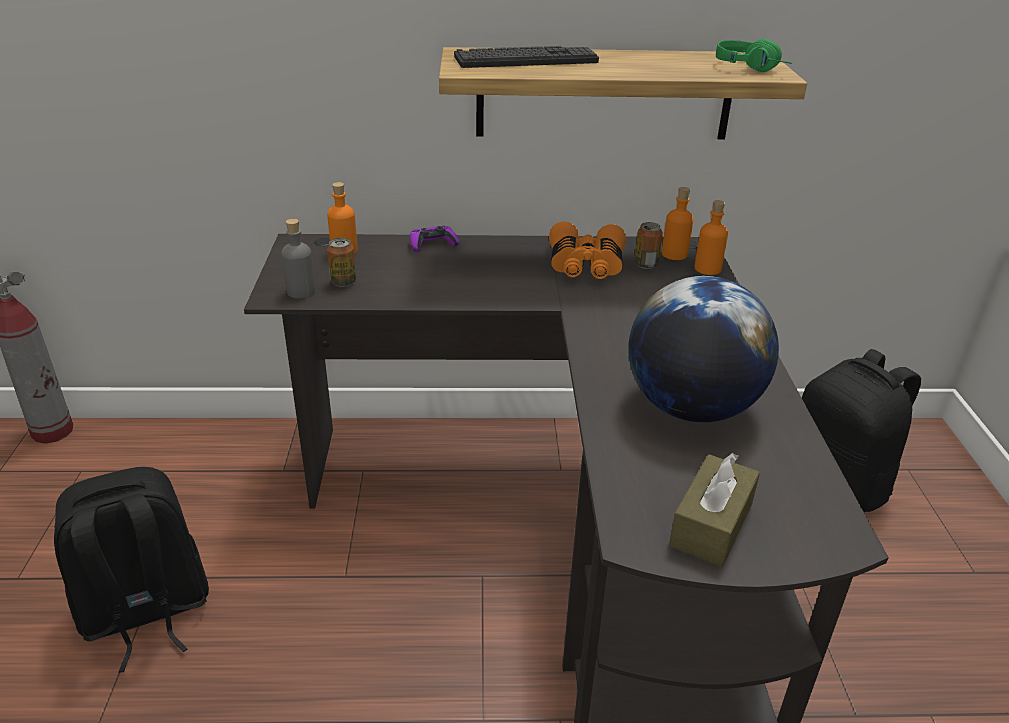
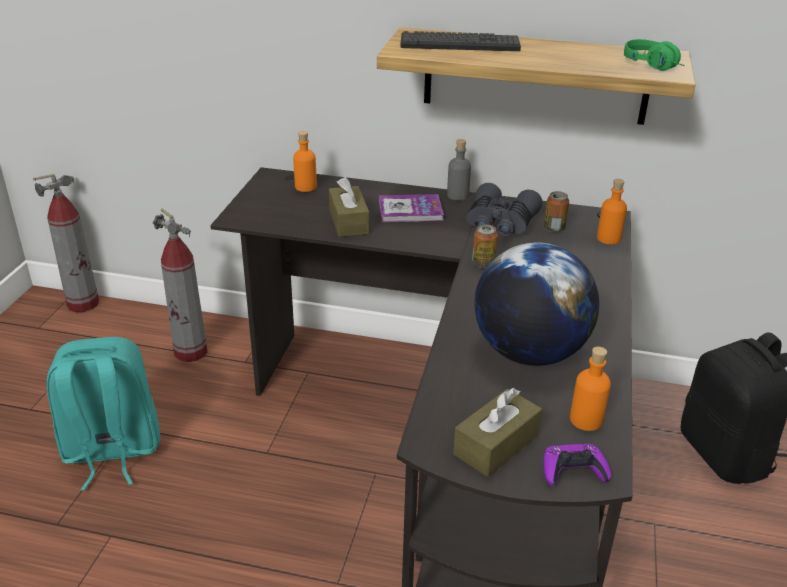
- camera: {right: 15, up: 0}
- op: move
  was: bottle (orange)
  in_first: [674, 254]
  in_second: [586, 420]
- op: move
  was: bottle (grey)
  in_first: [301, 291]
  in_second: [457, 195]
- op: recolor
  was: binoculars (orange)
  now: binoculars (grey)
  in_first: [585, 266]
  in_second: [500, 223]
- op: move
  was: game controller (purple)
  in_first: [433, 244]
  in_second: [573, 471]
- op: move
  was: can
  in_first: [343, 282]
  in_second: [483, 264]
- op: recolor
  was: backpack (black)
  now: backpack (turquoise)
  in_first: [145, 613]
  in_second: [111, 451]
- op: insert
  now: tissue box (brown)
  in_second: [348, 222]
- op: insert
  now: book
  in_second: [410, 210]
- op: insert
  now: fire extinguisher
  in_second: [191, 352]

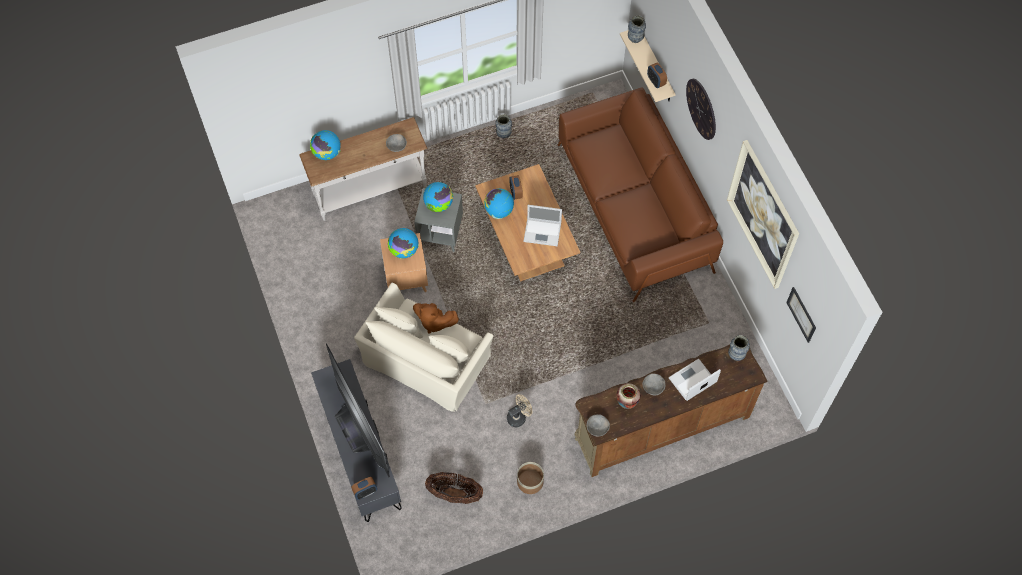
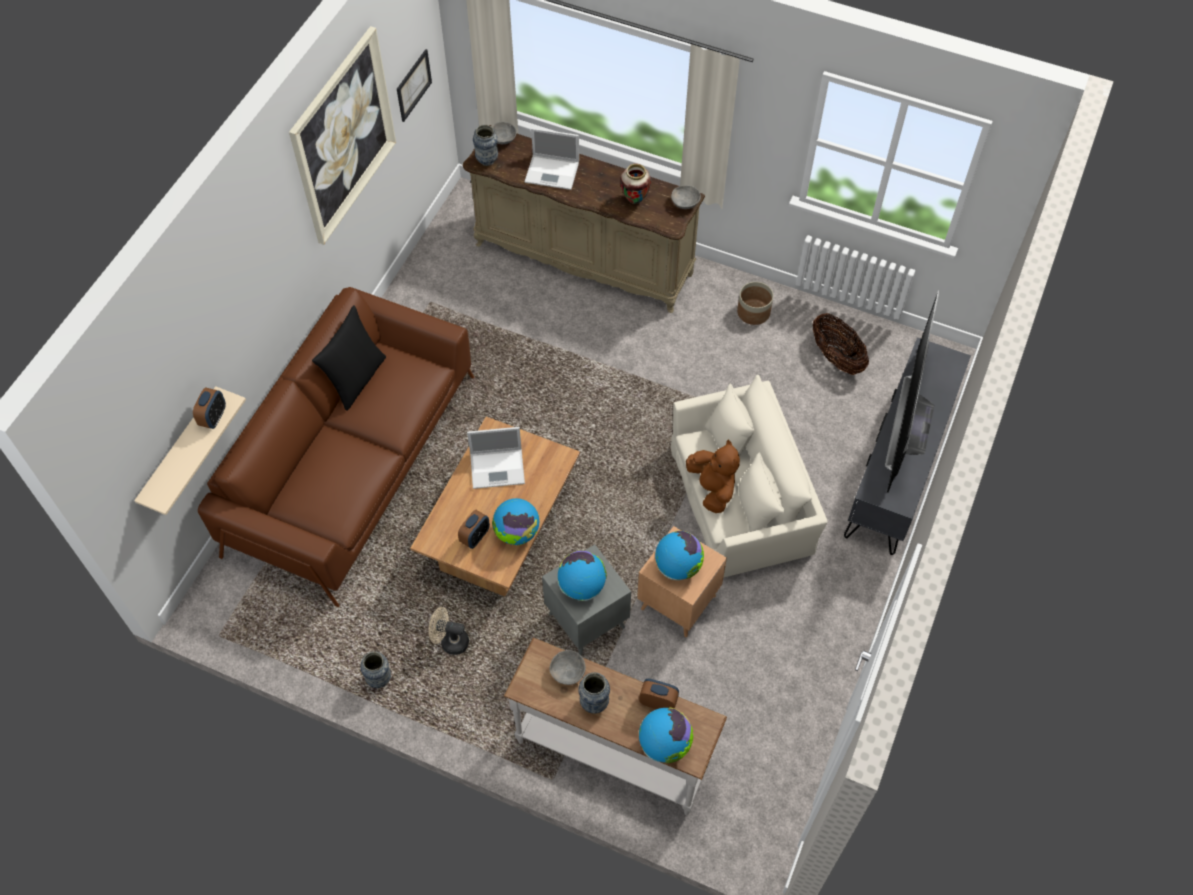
- camera: {right: -135, up: -5}
- op: move
  was: vase
  in_first: [635, 38]
  in_second: [594, 703]
- op: delete
  was: wall clock
  in_first: [701, 109]
- op: rotate
  was: laptop
  in_first: [543, 232]
  in_second: [498, 468]
  clockwise: 120
- op: move
  was: bowl (grey)
  in_first: [653, 387]
  in_second: [502, 139]
- op: move
  was: fan (beige)
  in_first: [519, 416]
  in_second: [450, 641]
- op: move
  was: alarm clock
  in_first: [365, 492]
  in_second: [658, 702]
- op: insert
  now: pillow (black)
  in_second: [357, 379]

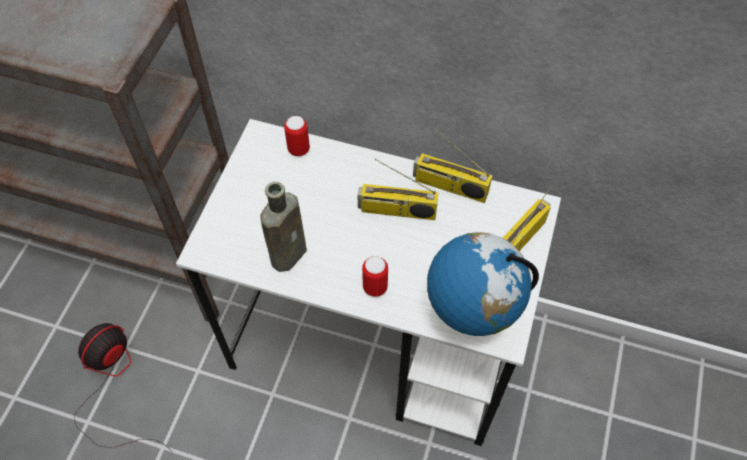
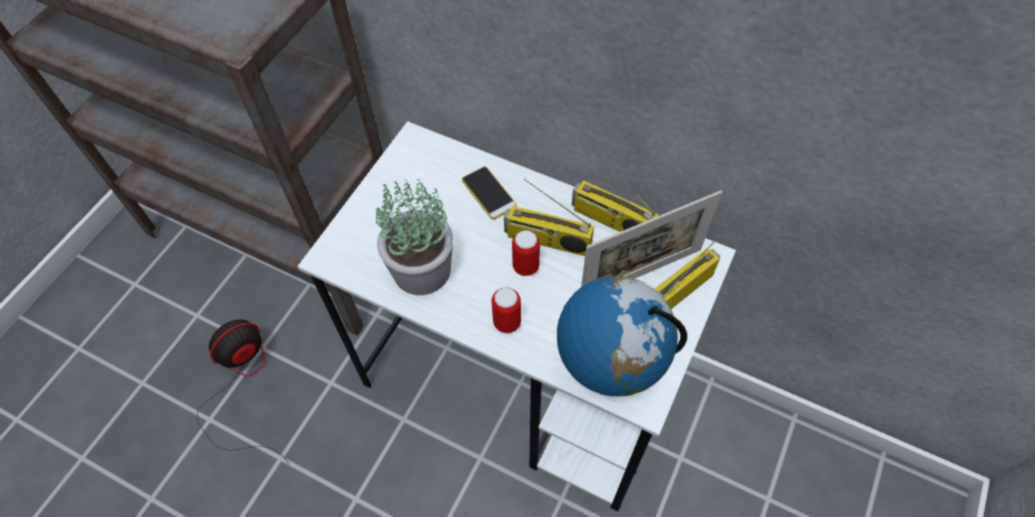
- camera: {right: 10, up: 0}
- op: move
  was: can
  in_first: [298, 149]
  in_second: [525, 266]
- op: replace
  was: bottle (brown)
  now: potted plant
  in_first: [290, 252]
  in_second: [421, 271]
- op: insert
  now: phone
  in_second: [489, 193]
- op: insert
  now: picture frame
  in_second: [641, 274]

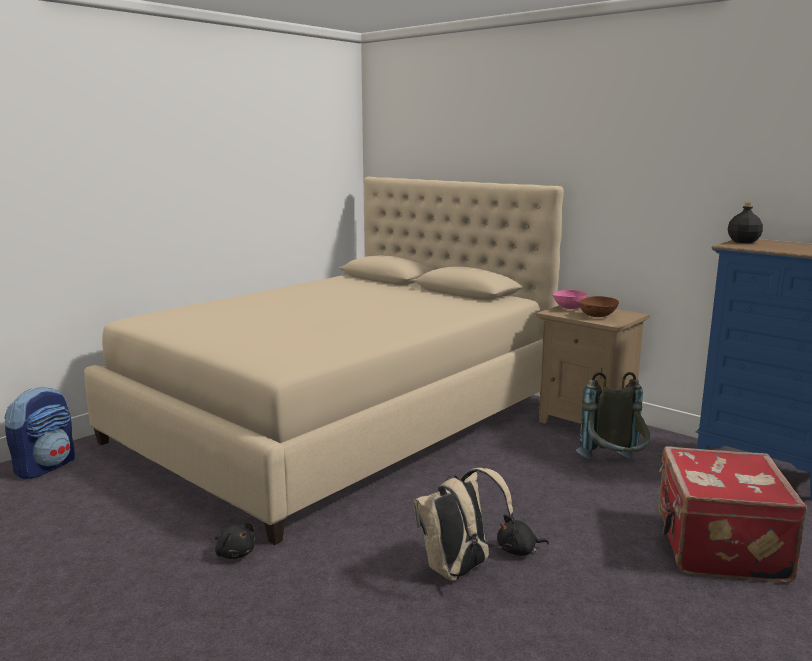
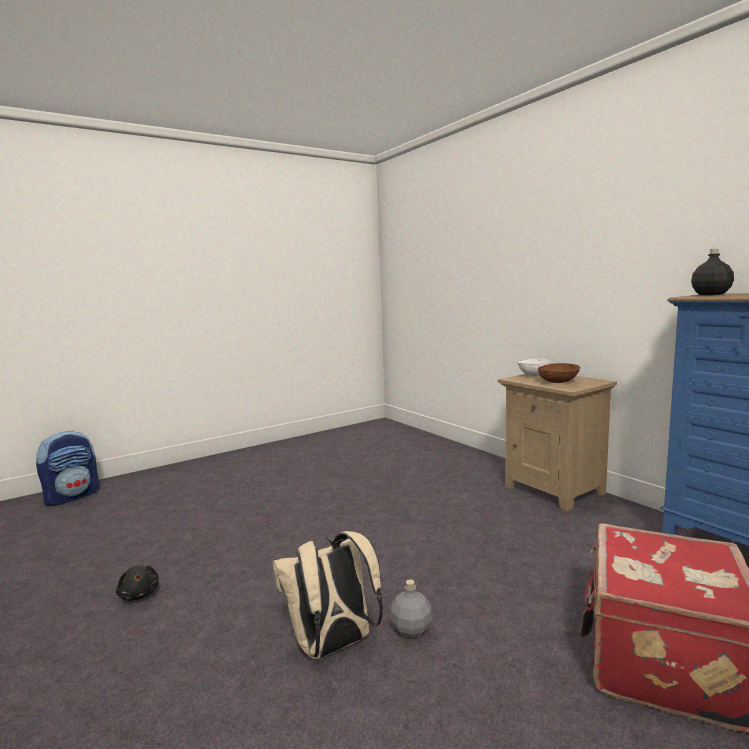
- camera: {right: 15, up: -5}
- op: delete
  was: bed (beige)
  in_first: [341, 420]
- op: recolor
  was: bowl (pink)
  now: bowl (white)
  in_first: [569, 308]
  in_second: [534, 375]
- op: delete
  was: backpack (grey)
  in_first: [614, 466]
- op: replace
  was: plush toy (black)
  now: bottle (grey)
  in_first: [518, 551]
  in_second: [411, 629]

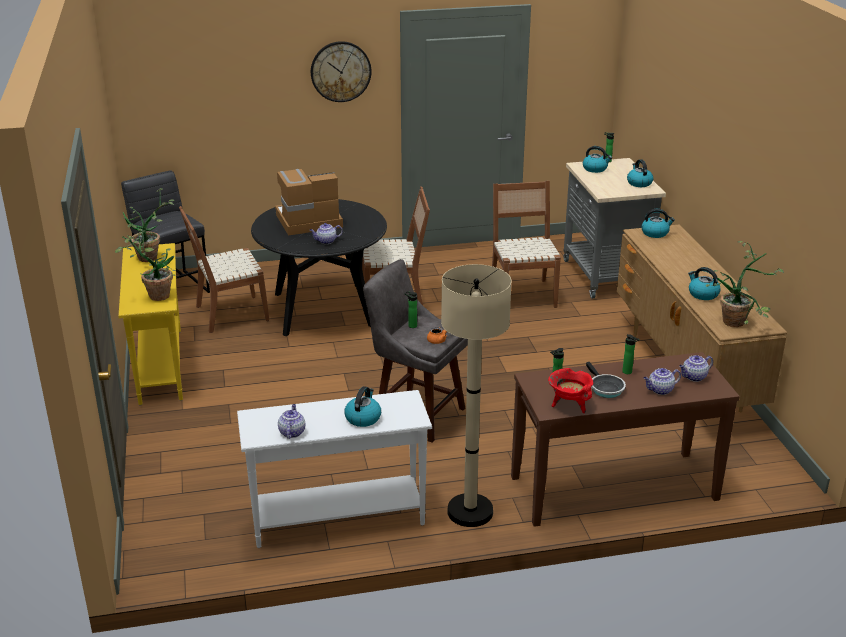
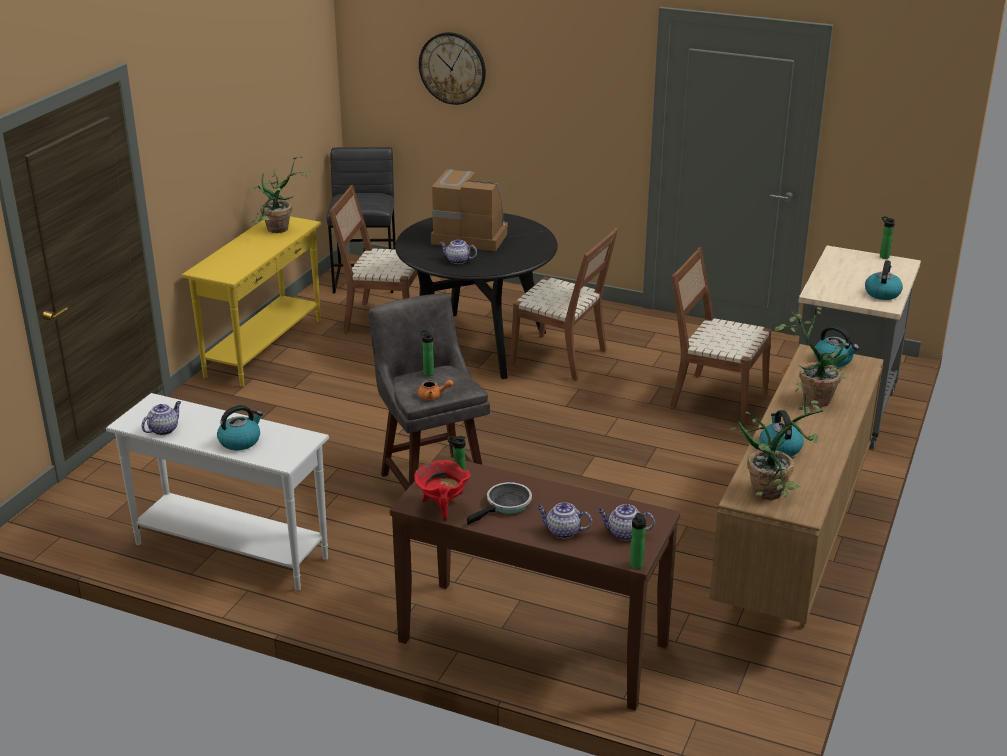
- camera: {right: 35, up: 0}
- op: move
  was: wall clock
  in_first: [340, 71]
  in_second: [452, 68]
- op: delete
  was: kettle
  in_first: [595, 169]
- op: rotate
  was: chair
  in_first: [523, 294]
  in_second: [714, 399]
  clockwise: -90
- op: move
  was: potted plant
  in_first: [155, 294]
  in_second: [812, 396]
- op: delete
  was: floor lamp (beige)
  in_first: [470, 512]
- op: move
  was: bottle
  in_first: [628, 372]
  in_second: [637, 566]
- op: rotate
  was: frying pan
  in_first: [605, 388]
  in_second: [506, 505]
  clockwise: -150

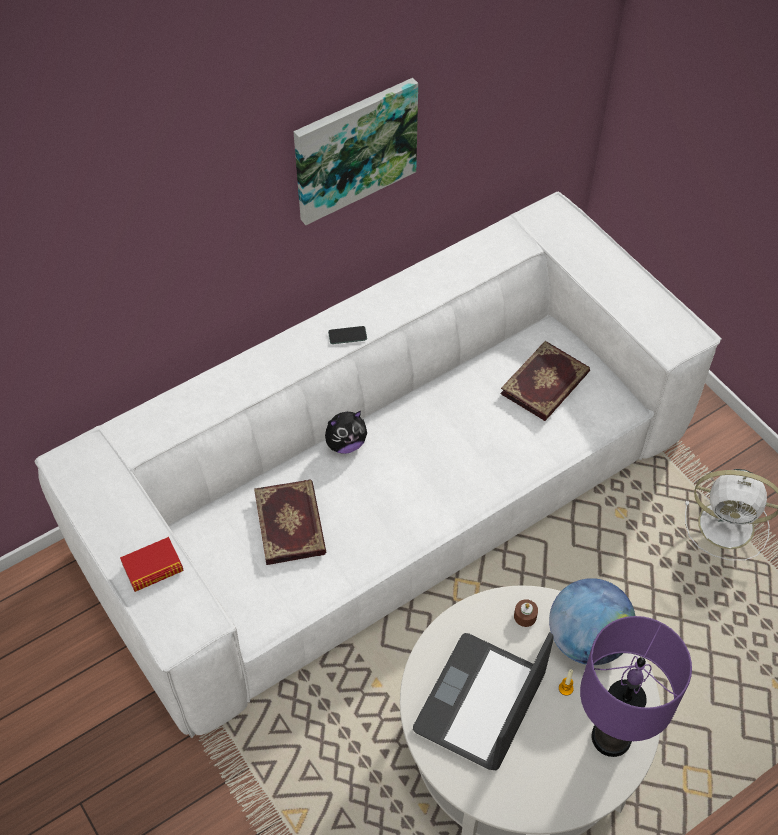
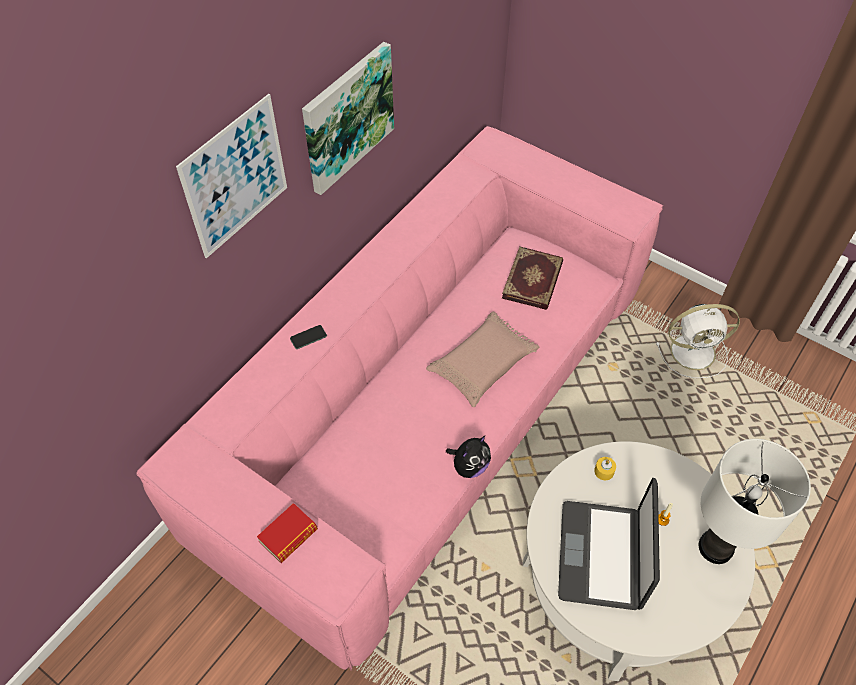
- camera: {right: -20, up: 0}
- op: recolor
  was: sofa (white)
  now: sofa (pink)
  in_first: [389, 492]
  in_second: [428, 406]
- op: move
  was: phone
  in_first: [347, 335]
  in_second: [308, 337]
- op: move
  was: plush toy
  in_first: [345, 444]
  in_second: [469, 466]
- op: delete
  was: book
  in_first: [291, 523]
- op: delete
  was: globe
  in_first: [586, 640]
- op: recolor
  was: candle (brown)
  now: candle (yellow)
  in_first: [525, 616]
  in_second: [604, 471]
- op: recolor
  was: table lamp (purple)
  now: table lamp (white)
  in_first: [610, 737]
  in_second: [715, 547]
- op: insert
  now: picture
  in_second: [236, 177]
- op: insert
  now: pillow (beige)
  in_second: [483, 362]

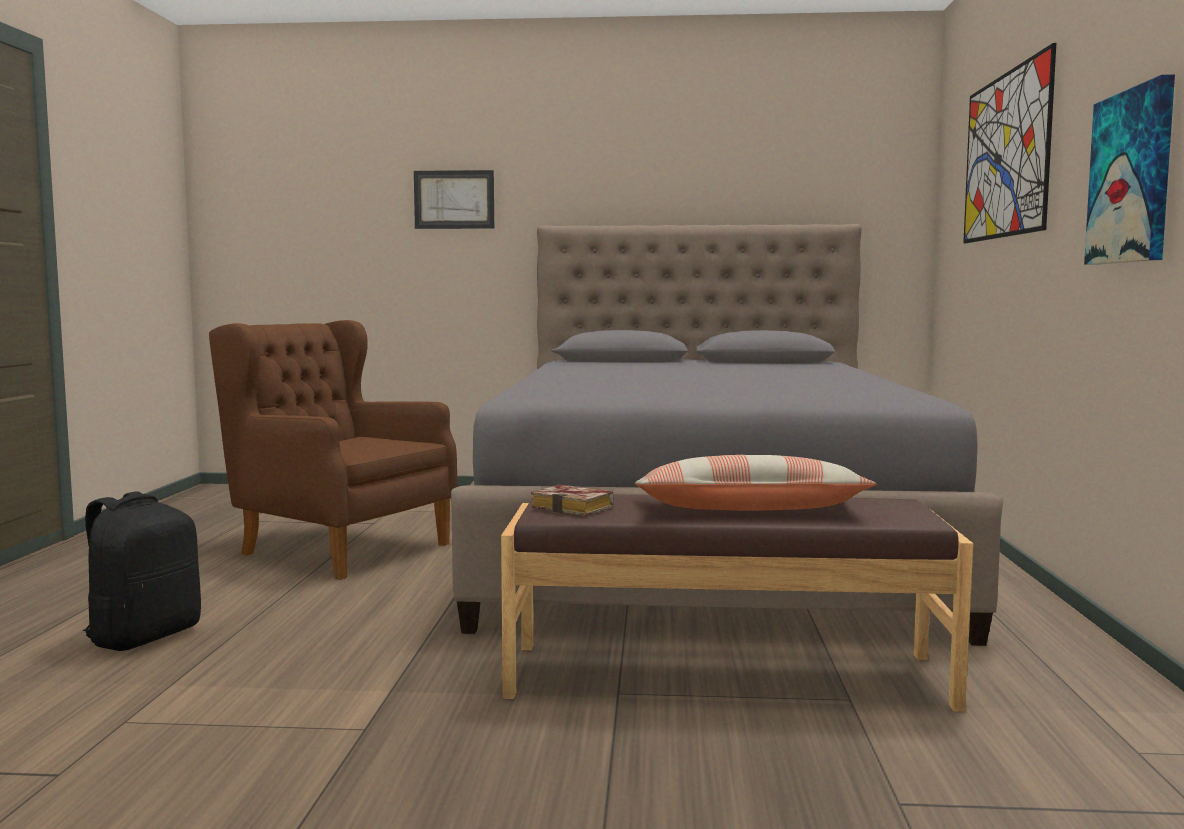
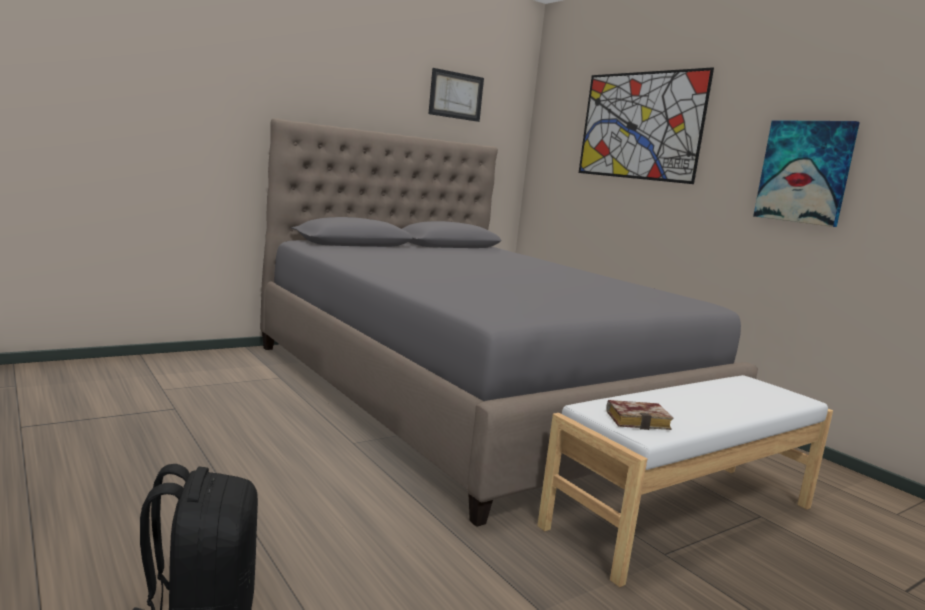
- camera: {right: -40, up: 5}
- op: move
  was: picture
  in_first: [454, 199]
  in_second: [456, 95]
- op: delete
  was: armchair (brown)
  in_first: [340, 549]
- op: delete
  was: pillow
  in_first: [748, 510]
- op: recolor
  was: bench (brown)
  now: bench (white)
  in_first: [725, 674]
  in_second: [681, 515]

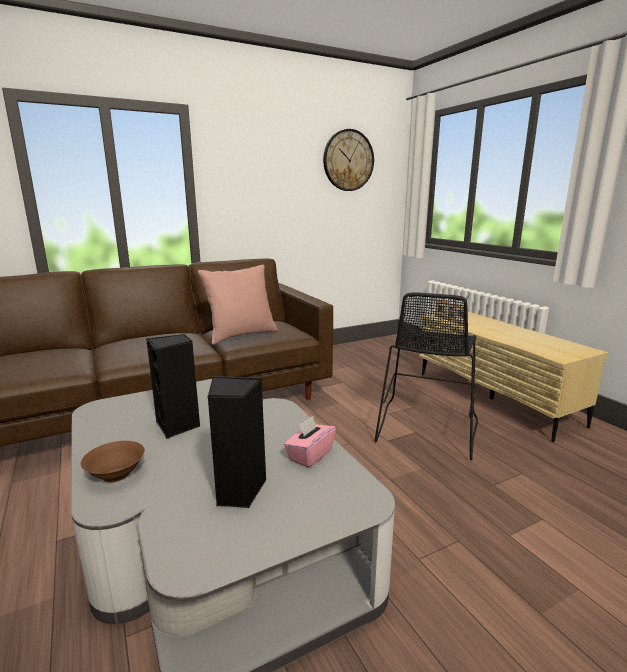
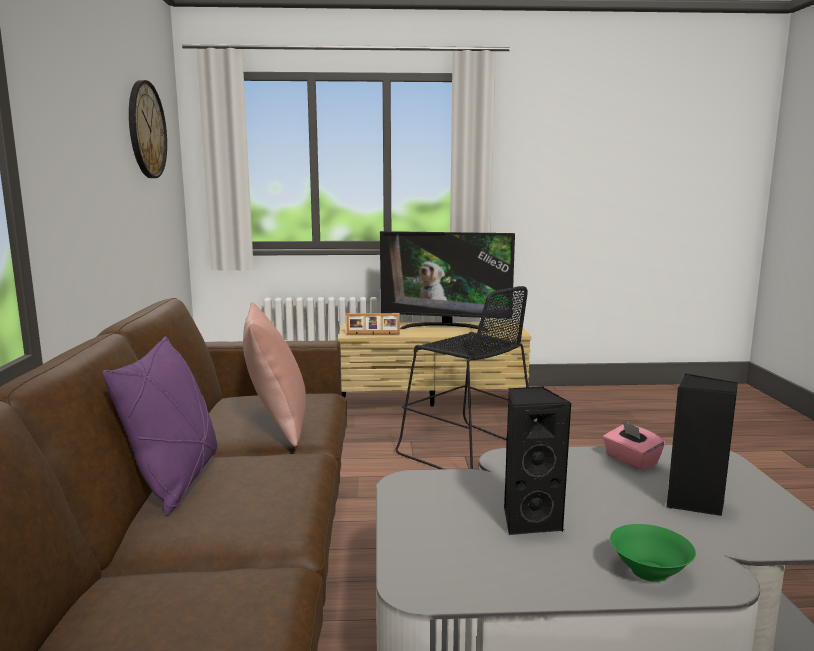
- camera: {right: -65, up: -5}
- op: recolor
  was: bowl (brown)
  now: bowl (green)
  in_first: [115, 475]
  in_second: [649, 572]
- op: insert
  now: television
  in_second: [446, 327]
- op: insert
  now: pillow (purple)
  in_second: [177, 481]

